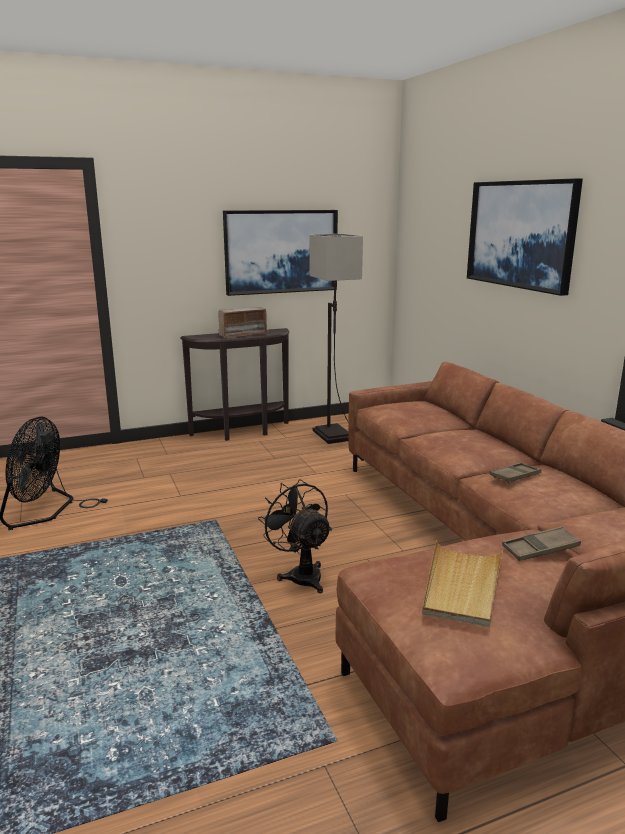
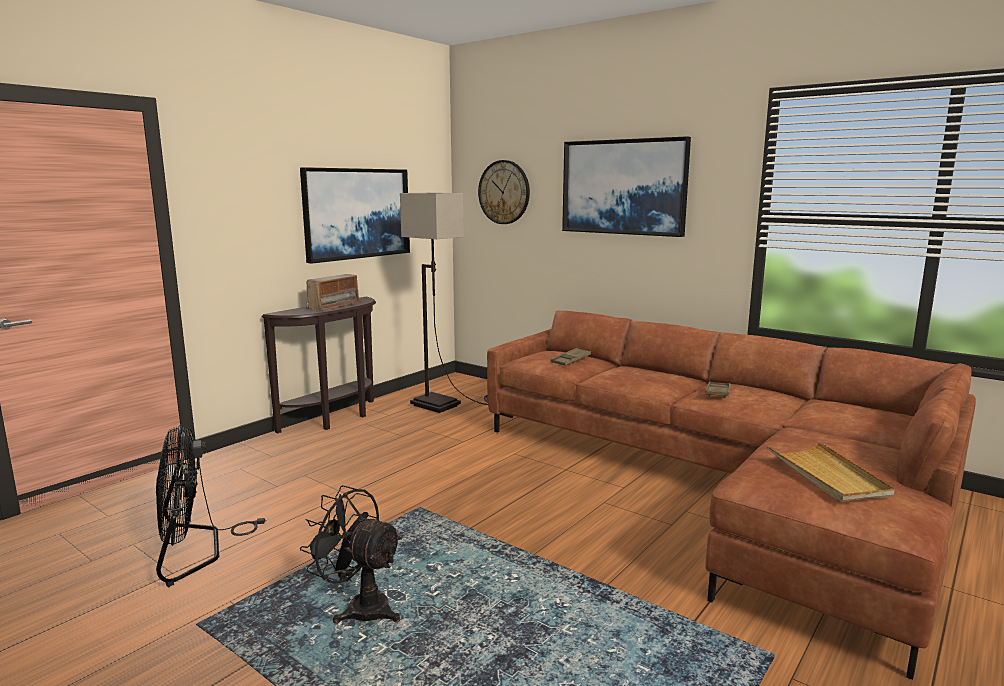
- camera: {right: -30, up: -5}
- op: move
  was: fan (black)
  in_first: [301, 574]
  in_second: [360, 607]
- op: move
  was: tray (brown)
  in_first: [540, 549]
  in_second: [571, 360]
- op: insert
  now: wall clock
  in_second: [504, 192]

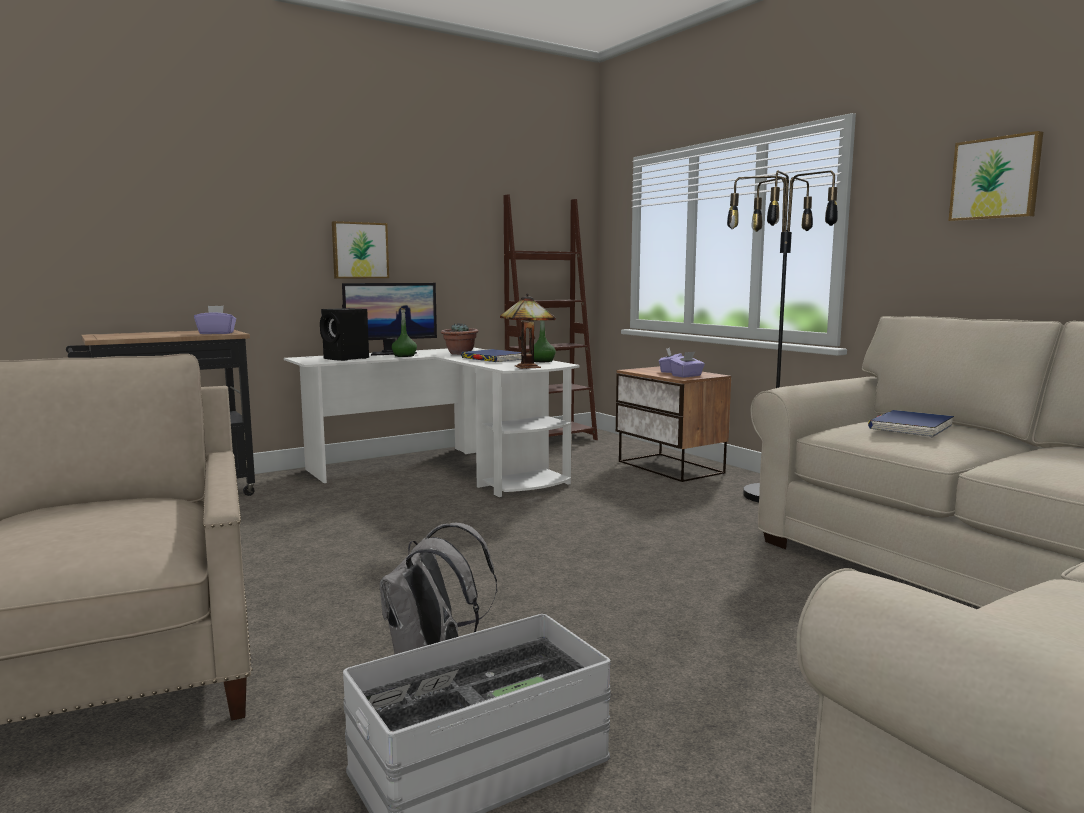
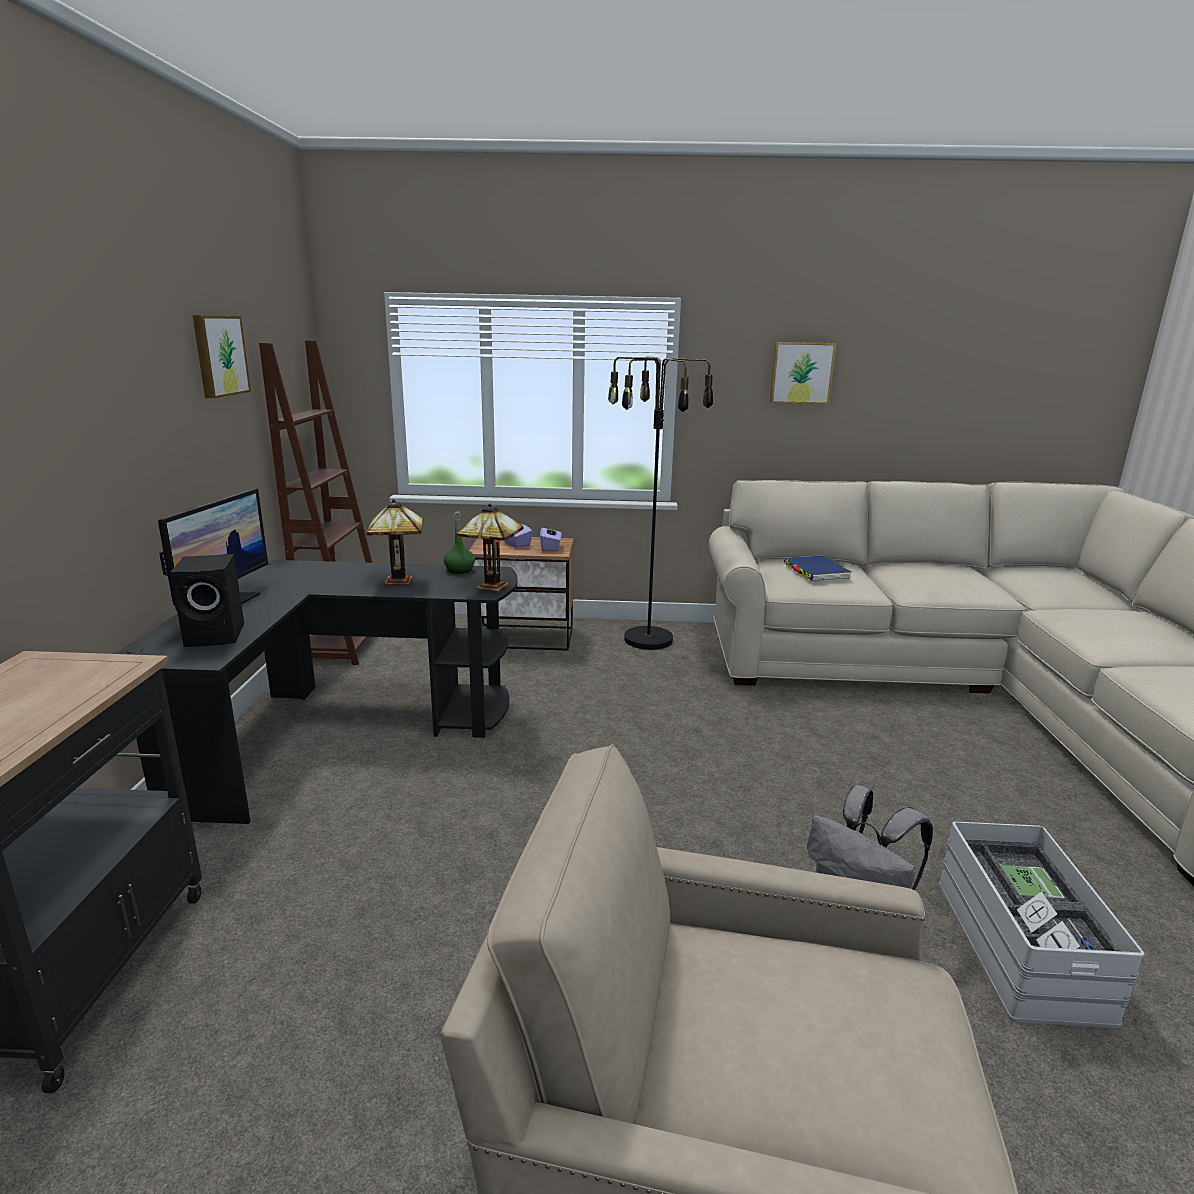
- camera: {right: -55, up: 10}
- op: move
  was: picture
  in_first: [359, 250]
  in_second: [218, 355]
- op: delete
  was: tissue box (purple)
  in_first: [216, 333]
- op: delete
  was: bottle (green)
  in_first: [404, 356]
- op: delete
  was: potted plant
  in_first: [460, 353]
- op: recolor
  was: desk (white)
  now: desk (black)
  in_first: [444, 469]
  in_second: [339, 730]
- op: replace
  was: book (blue)
  now: table lamp
  in_first: [493, 359]
  in_second: [401, 580]

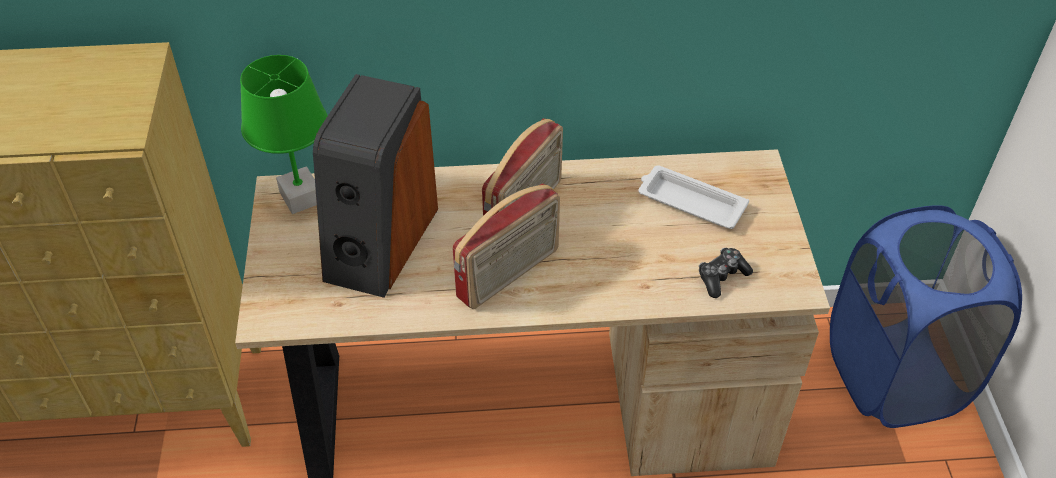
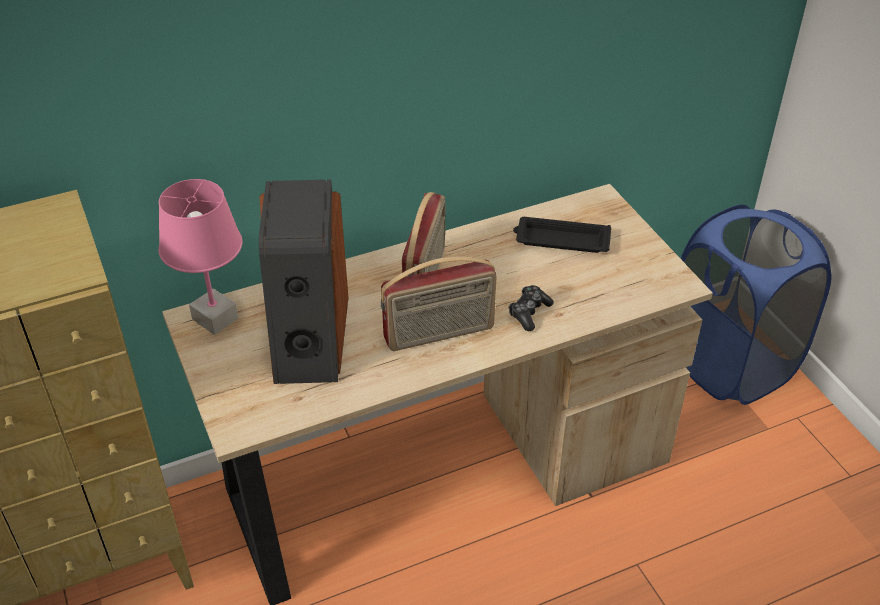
- camera: {right: -20, up: -5}
- op: recolor
  was: table lamp (green)
  now: table lamp (pink)
  in_first: [301, 197]
  in_second: [216, 318]
- op: recolor
  was: tray (white)
  now: tray (black)
  in_first: [689, 202]
  in_second: [560, 240]
- op: rotate
  was: radio
  in_first: [509, 274]
  in_second: [439, 334]
  clockwise: 45
- op: move
  was: game controller
  in_first: [721, 277]
  in_second: [529, 313]

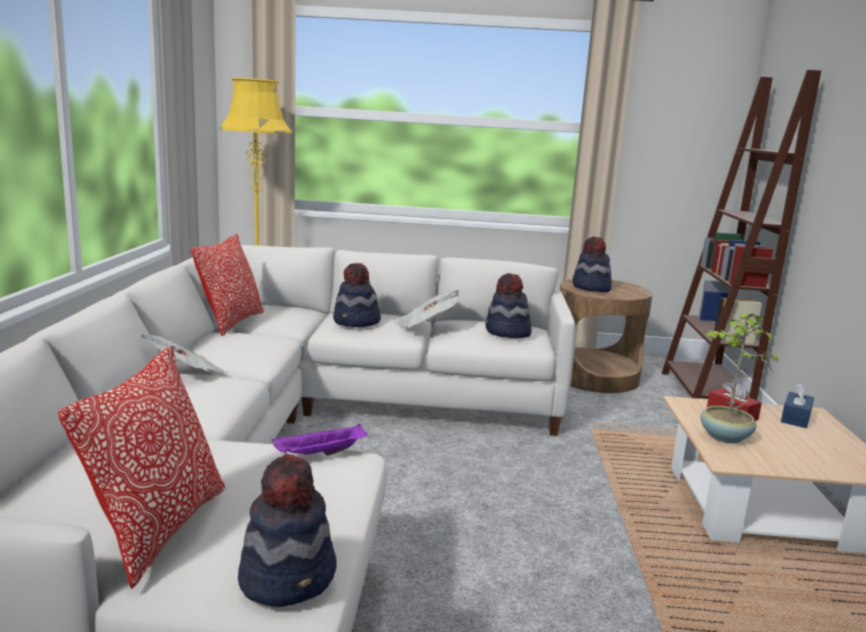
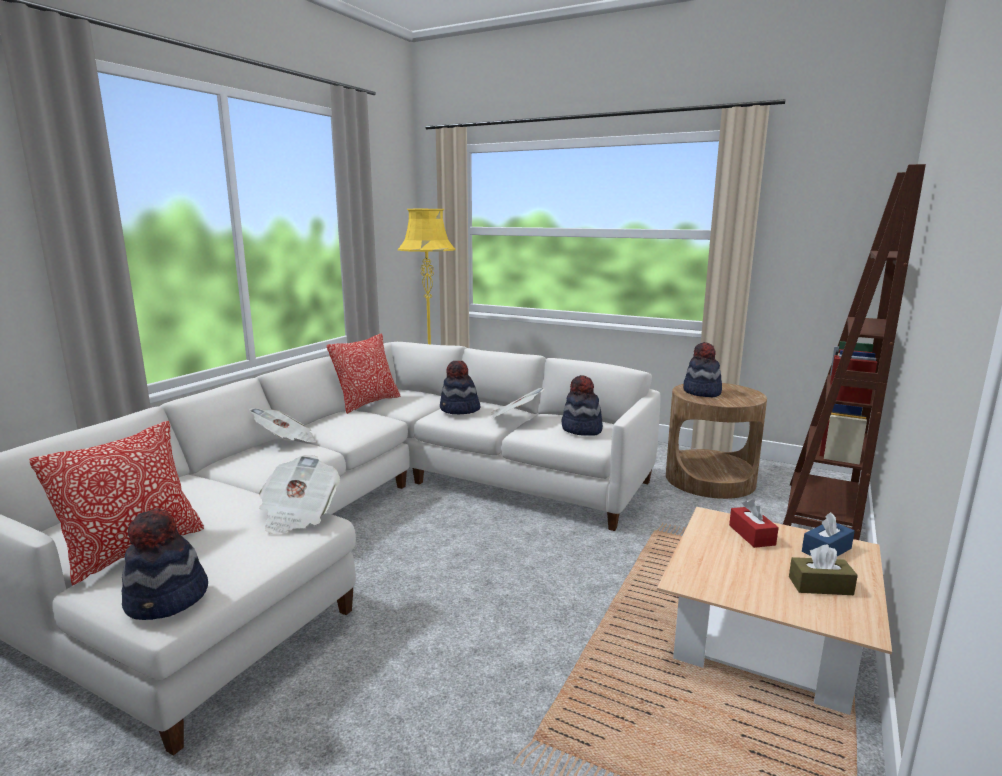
- camera: {right: 25, up: 0}
- op: delete
  was: potted plant
  in_first: [724, 437]
- op: replace
  was: tray (purple)
  now: newspaper
  in_first: [320, 454]
  in_second: [298, 514]
- op: insert
  now: tissue box (brown)
  in_second: [820, 586]

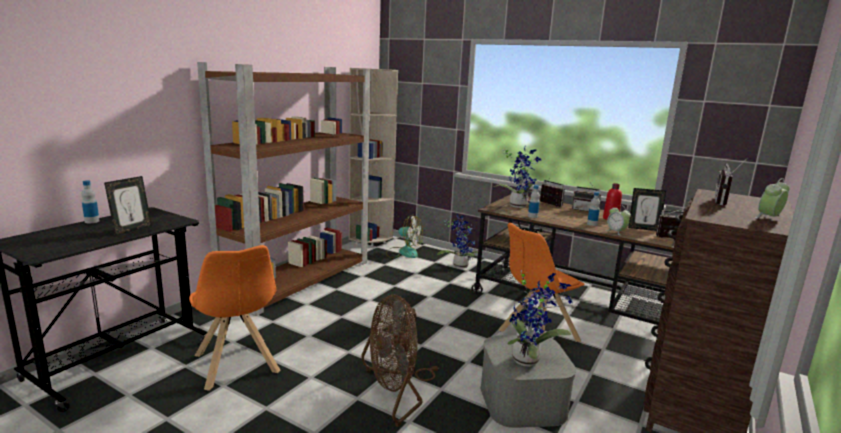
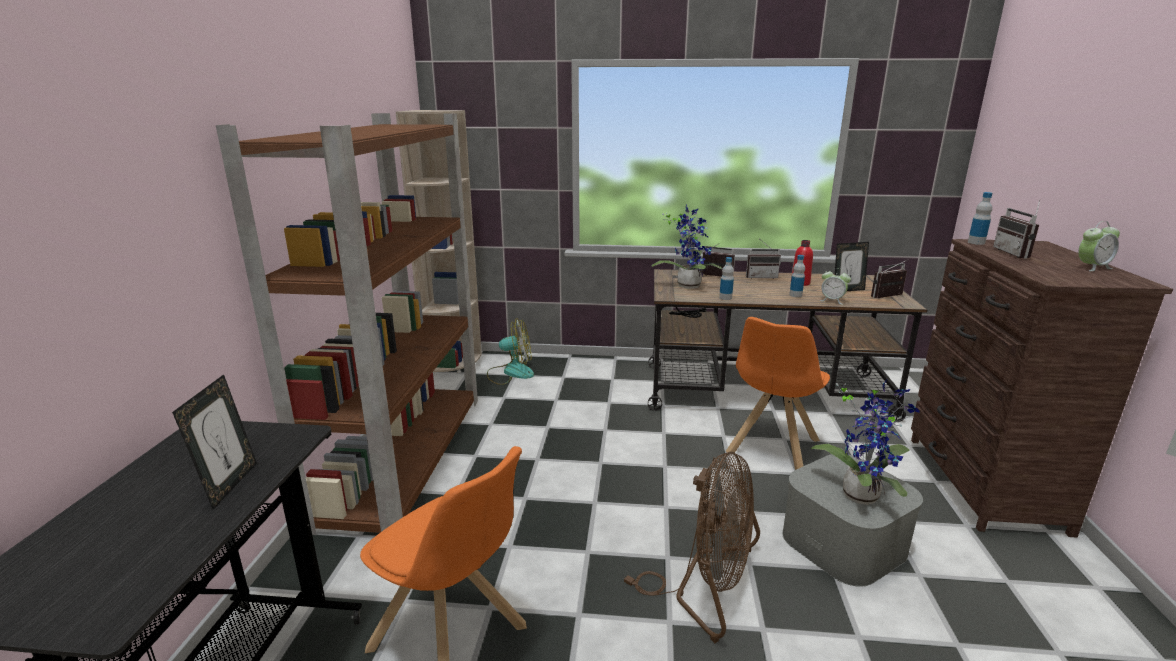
- camera: {right: -25, up: 5}
- op: rotate
  was: alarm clock
  in_first: [768, 218]
  in_second: [1092, 267]
  clockwise: -135
- op: move
  was: bottle
  in_first: [92, 221]
  in_second: [976, 242]
- op: delete
  was: potted plant
  in_first: [460, 265]
- op: rotate
  was: fan (brown)
  in_first: [398, 389]
  in_second: [704, 585]
  clockwise: -105

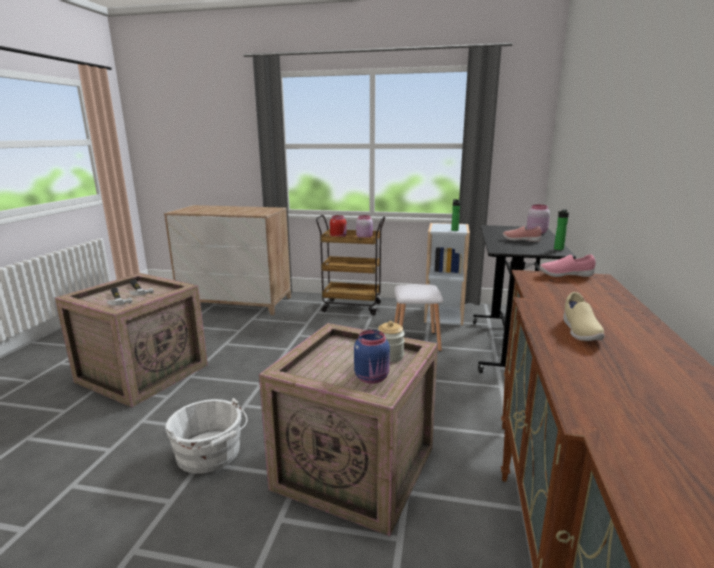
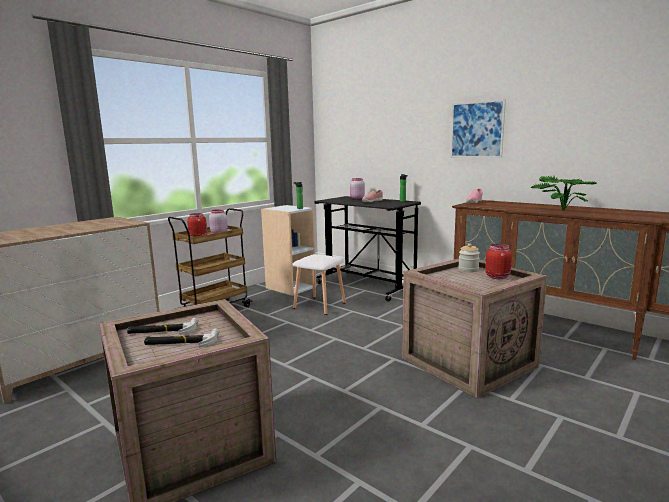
- camera: {right: -60, up: -5}
- op: replace
  was: shoe (beige)
  now: potted plant
  in_first: [579, 331]
  in_second: [559, 210]
- op: recolor
  was: jar (blue)
  now: jar (red)
  in_first: [372, 378]
  in_second: [497, 277]
- op: delete
  was: bucket (white)
  in_first: [210, 454]
- op: insert
  now: picture
  in_second: [476, 129]

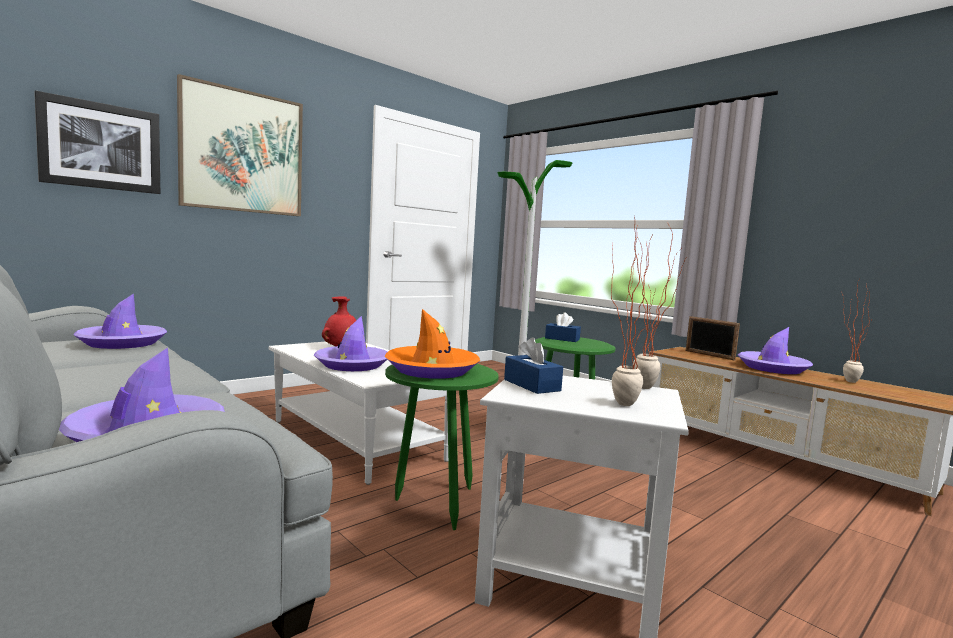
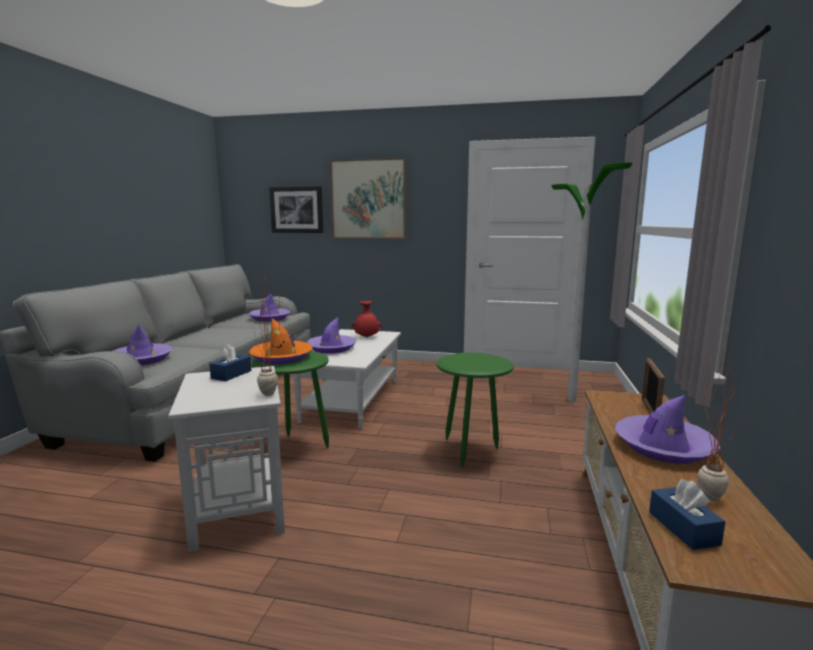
- camera: {right: 55, up: 5}
- op: delete
  was: potted plant
  in_first: [620, 401]
- op: move
  was: tissue box (blue)
  in_first: [562, 339]
  in_second: [683, 528]

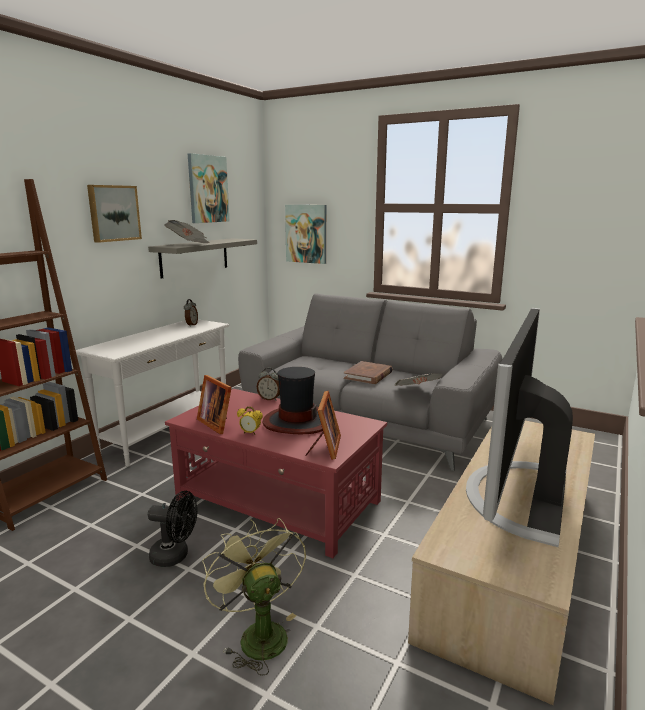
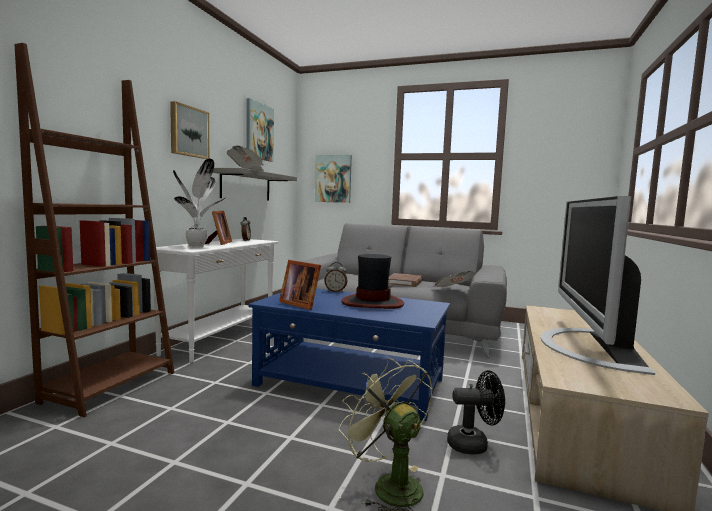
- camera: {right: -10, up: -10}
- op: recolor
  was: coffee table (red)
  now: coffee table (blue)
  in_first: [278, 501]
  in_second: [351, 382]
- op: move
  was: picture frame
  in_first: [325, 448]
  in_second: [219, 243]
- op: delete
  was: alarm clock
  in_first: [250, 433]
- op: move
  was: fan (black)
  in_first: [175, 556]
  in_second: [474, 444]
- op: insert
  now: potted plant
  in_second: [197, 246]

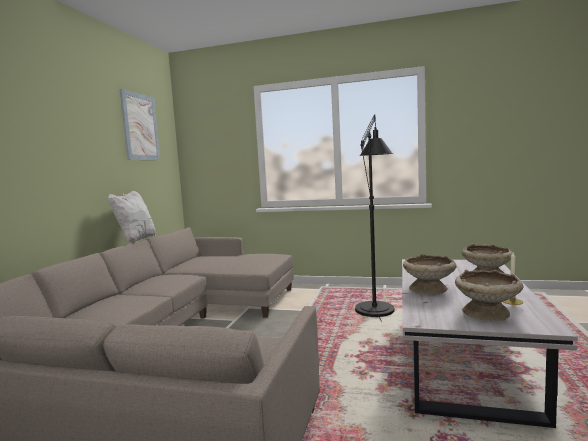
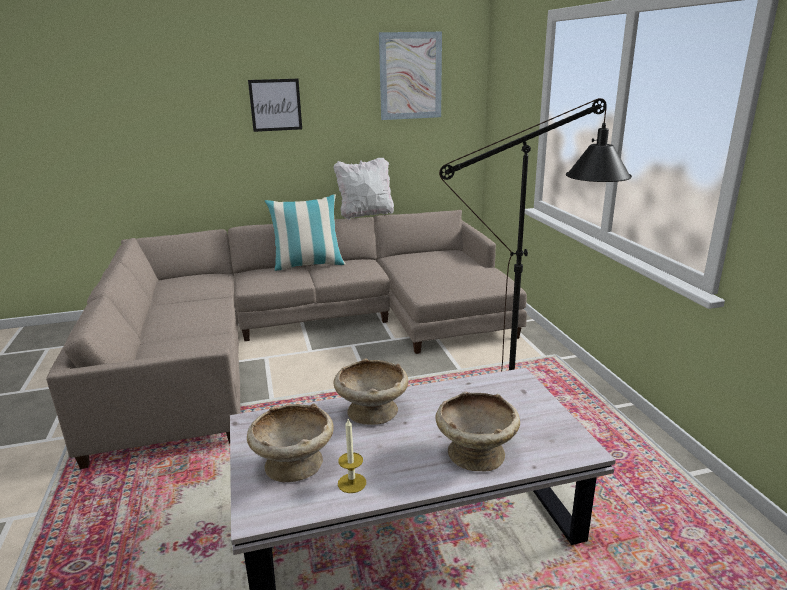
- camera: {right: 60, up: 15}
- op: insert
  now: picture
  in_second: [275, 105]
- op: insert
  now: pillow
  in_second: [308, 265]

